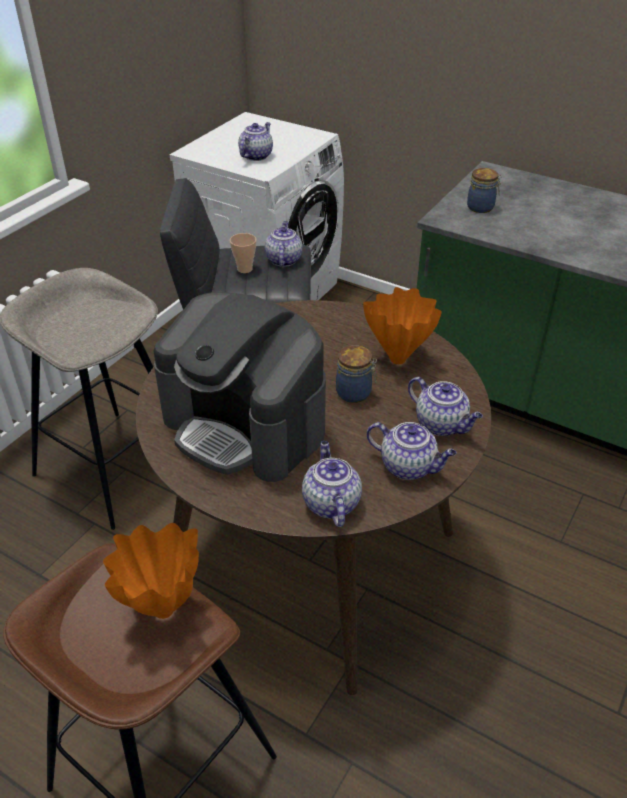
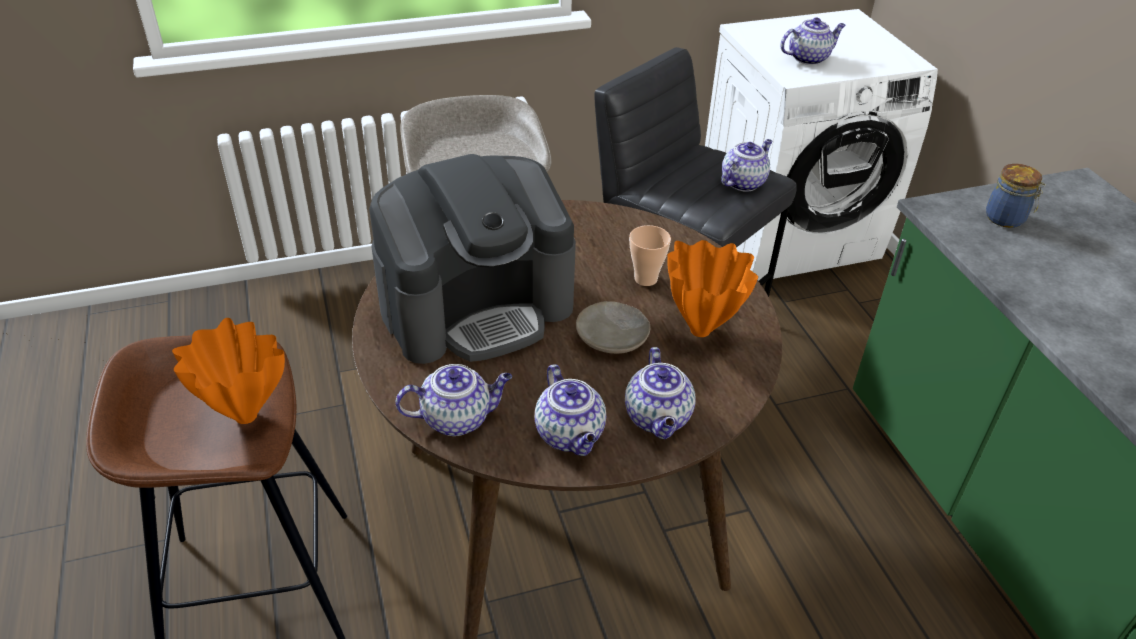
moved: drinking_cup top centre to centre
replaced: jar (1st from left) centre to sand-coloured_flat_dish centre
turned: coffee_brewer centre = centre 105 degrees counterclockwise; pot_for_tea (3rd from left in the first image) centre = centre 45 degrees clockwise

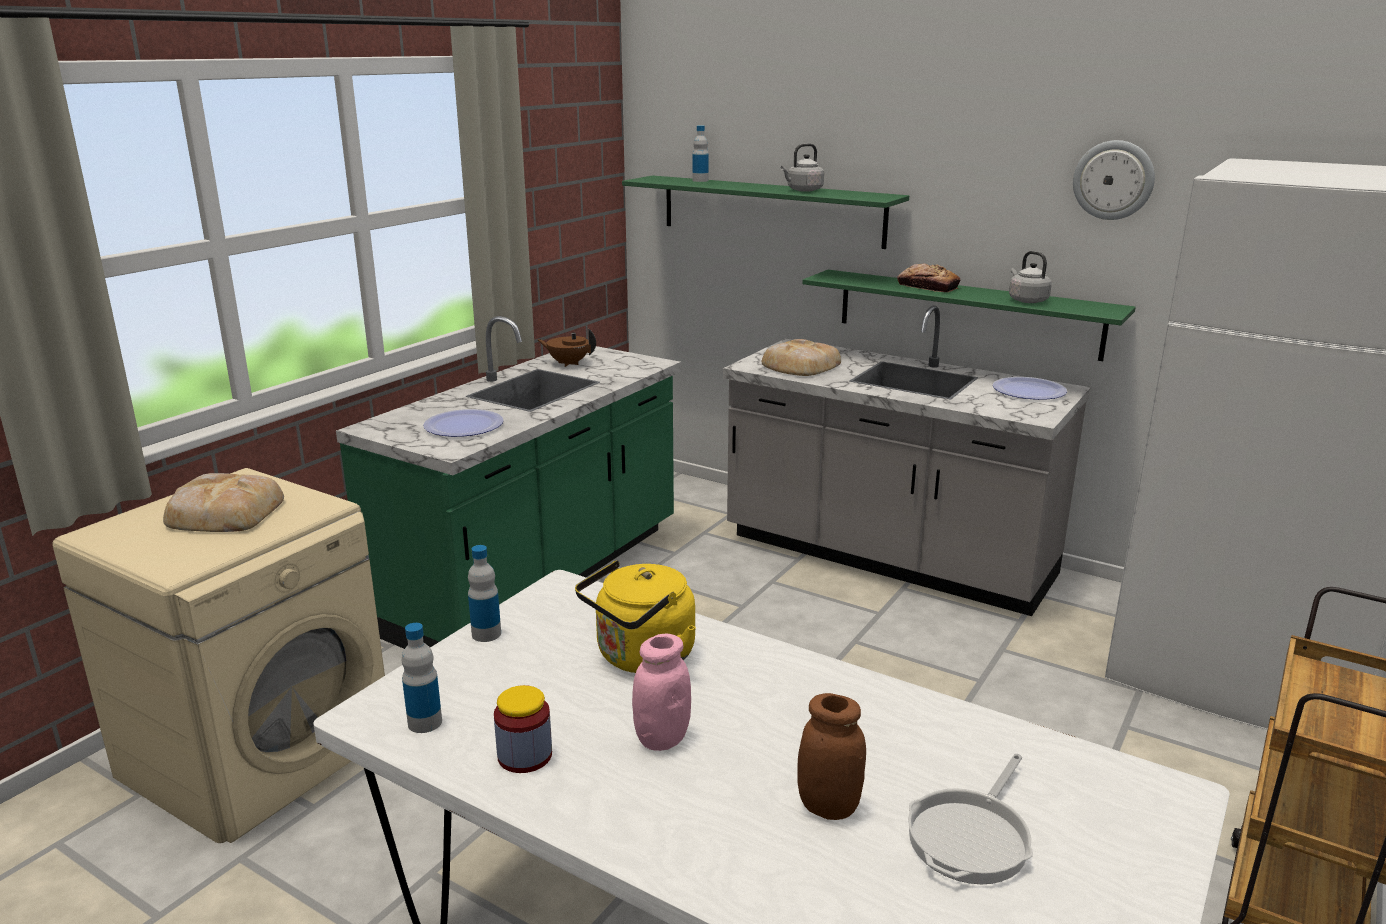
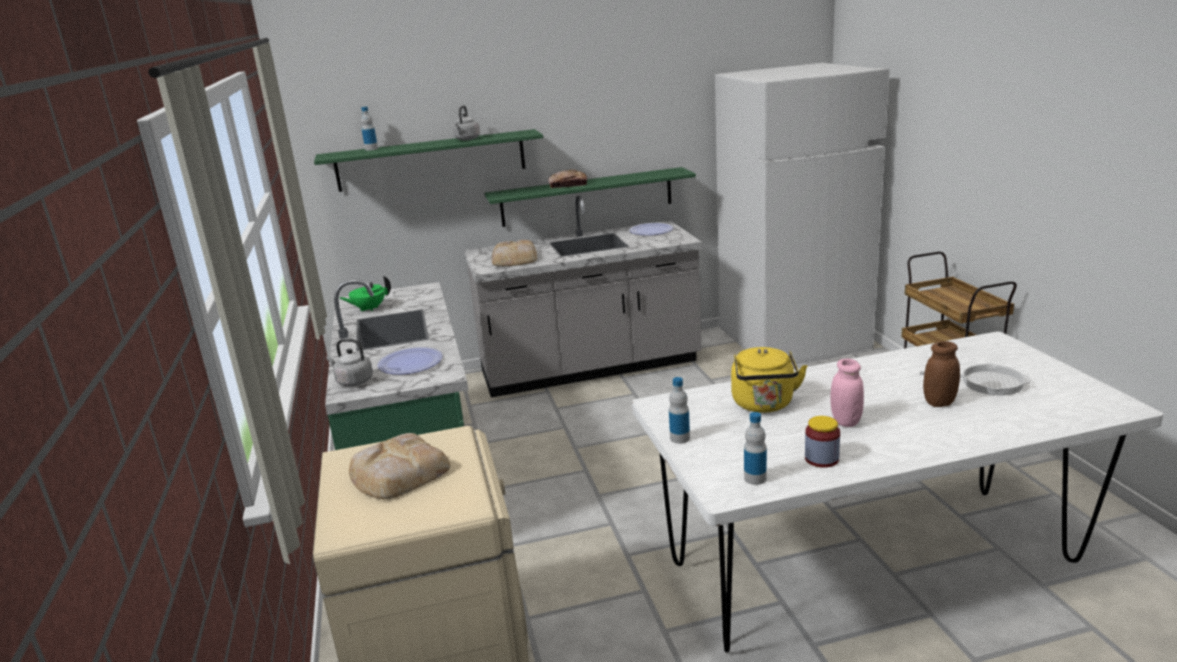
removed: hanging_clock top right
moved: greyish_tea_kettle (2nd from left in the first image) top right to greyish_tea_kettle (1st from left) middle left
recoloured: brown_pot_for_tea centre to greenish_pot_for_tea middle left
turned: pan bottom right = middle right 60 degrees counterclockwise

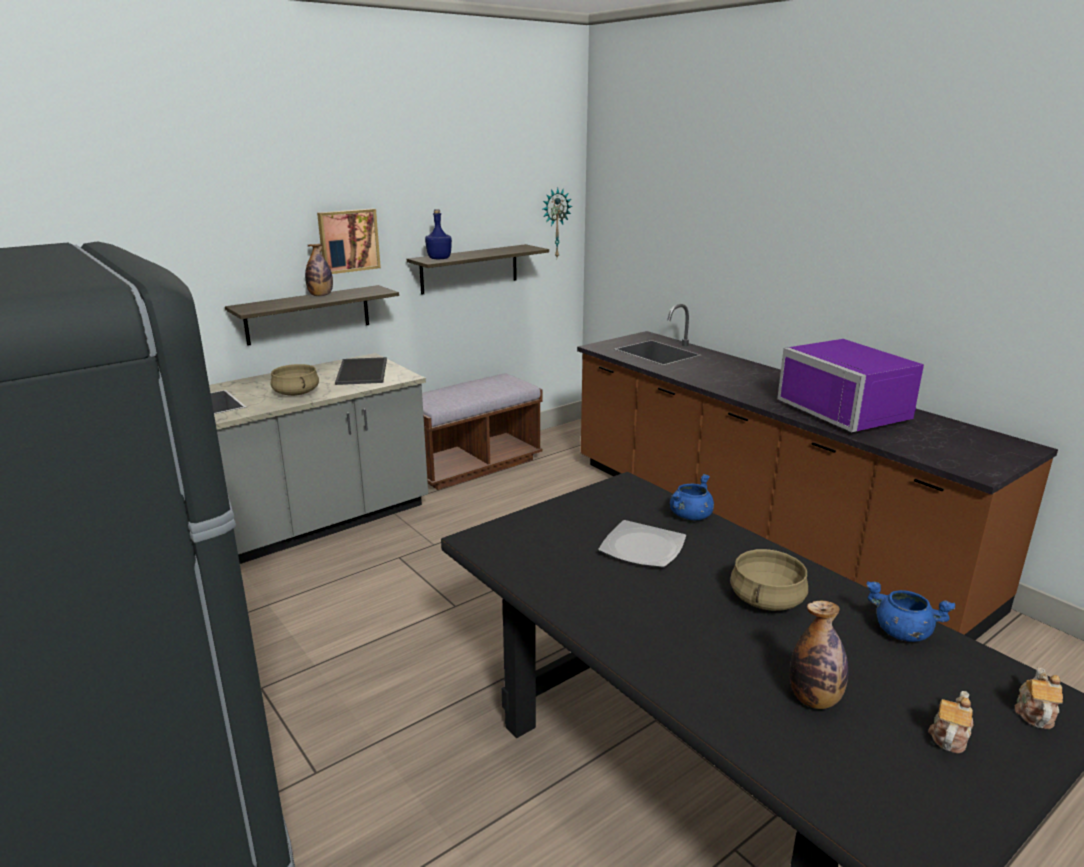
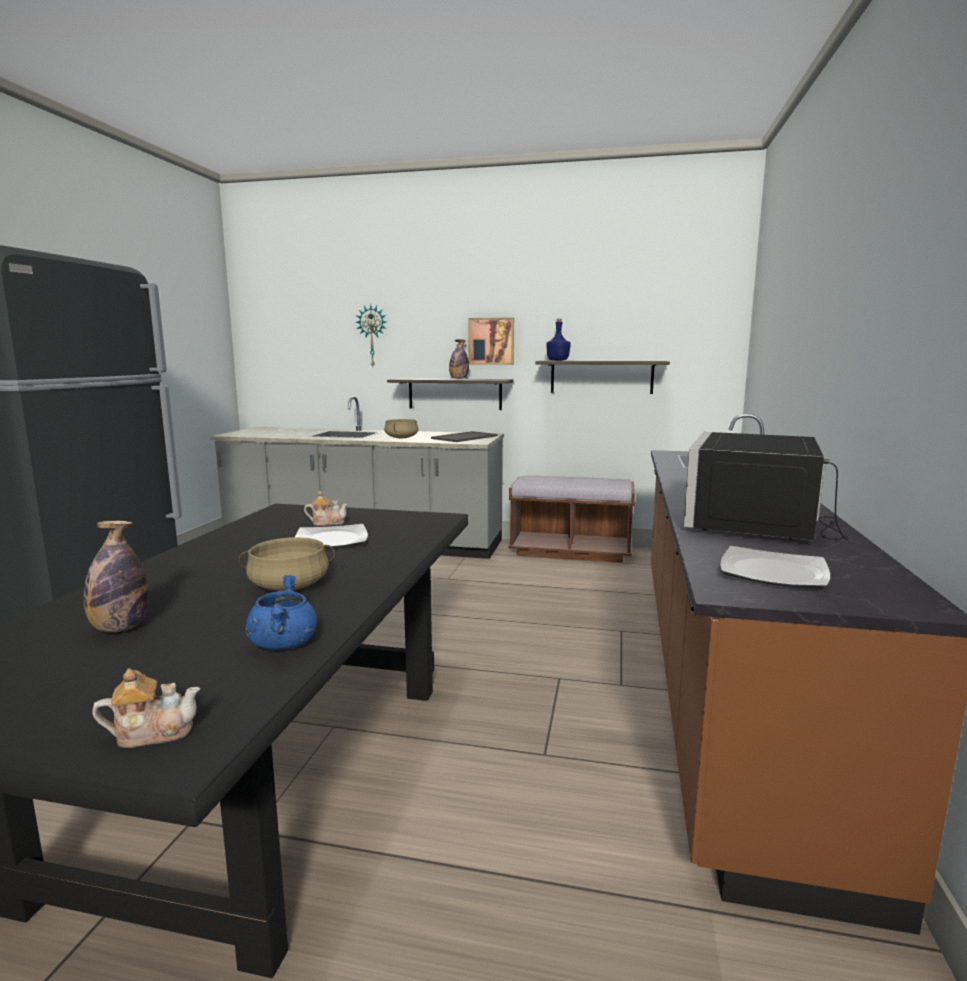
removed: blue-coloured_stockpot (1st from left) centre
added: flat_dish (2nd from left) middle right
moved: hanging_clock top centre to centre; pot_for_tea (1st from left in the first image) bottom right to pot_for_tea (2nd from left) centre
recoloured: purplish_microwave_oven middle right to black_microwave_oven middle right

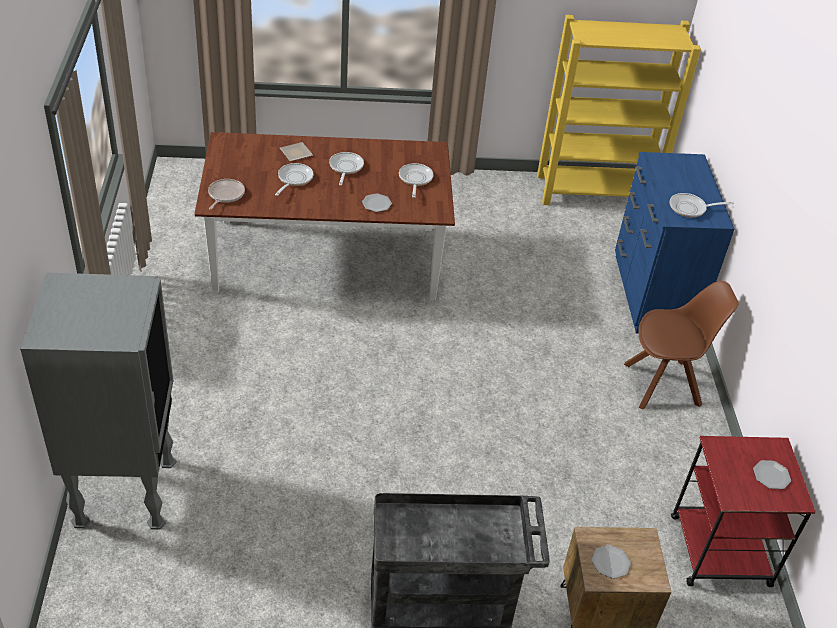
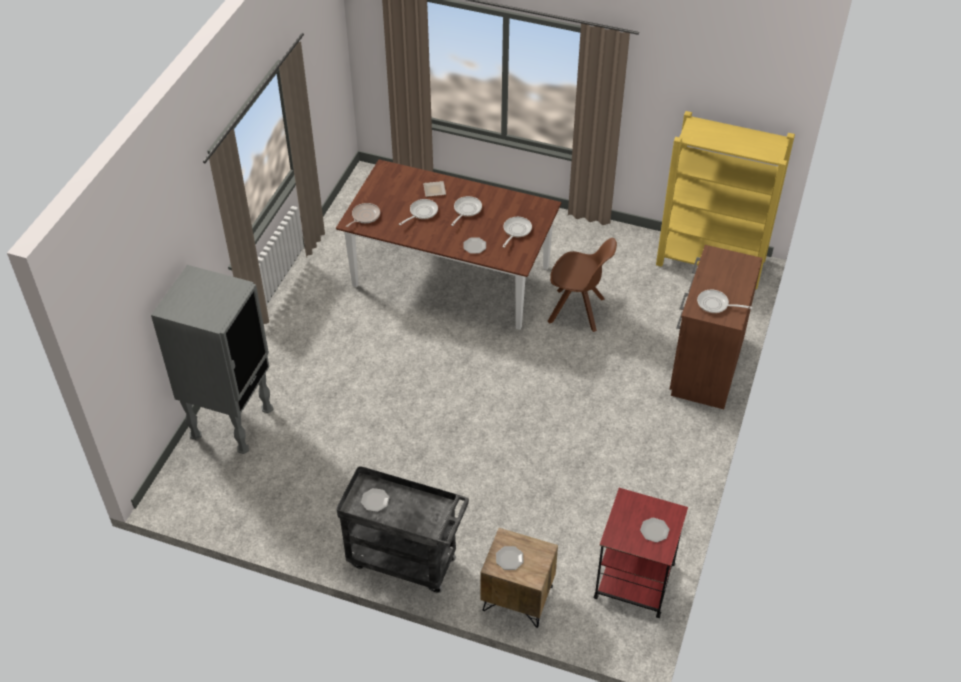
added: flat_dish (1st from left) bottom centre
moved: brown_upright_chair middle right to centre
recoloured: blue-coloured_dresser middle right to brown_dresser middle right

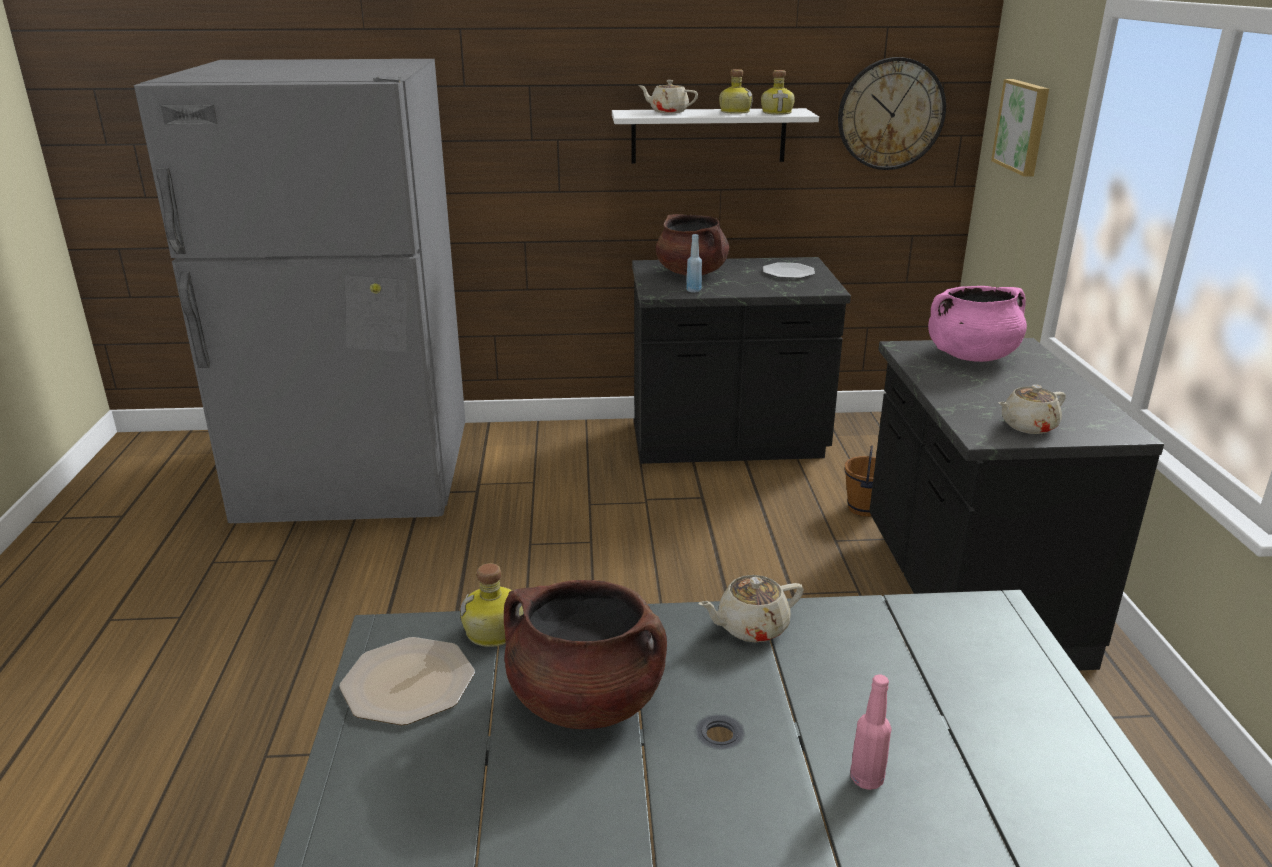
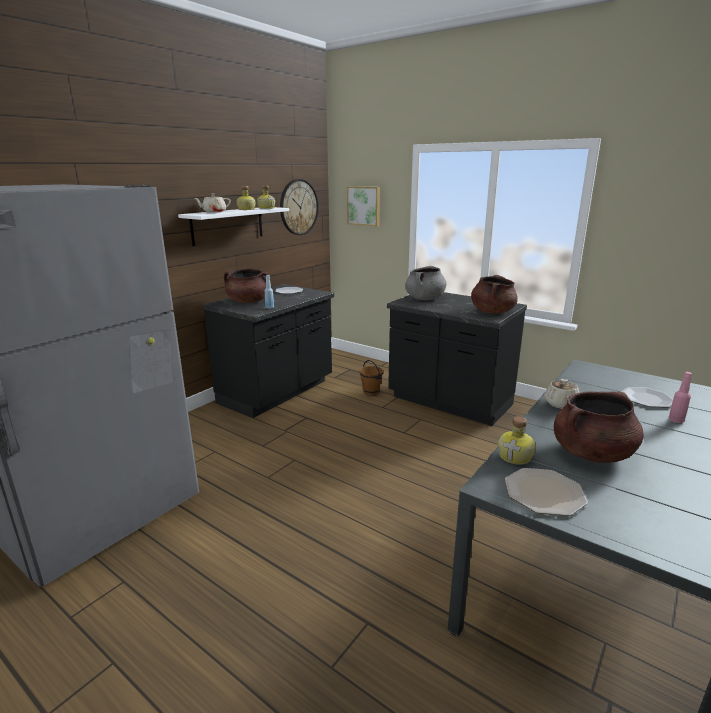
added: flat_dish (3rd from left) middle right
replaced: sand-coloured_pot_for_tea (3rd from left) middle right to brown_stockpot (2nd from left) middle right
recoloured: pink-coloured_stockpot middle right to greyish_stockpot centre

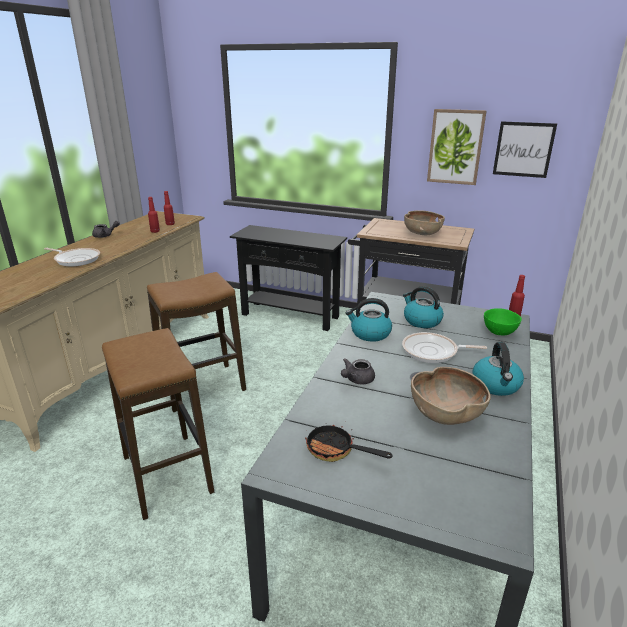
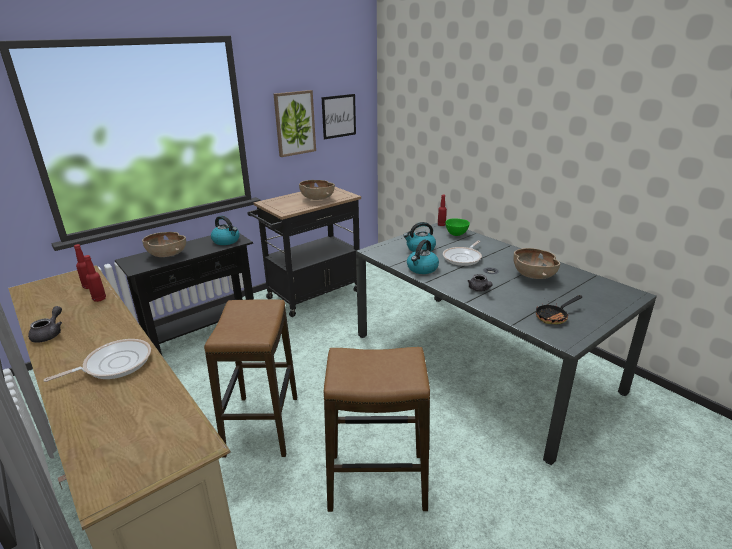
added: brown_deep_dish (1st from left) middle left
moved: tea_kettle (3rd from left in the first image) middle right to tea_kettle (1st from left) middle left

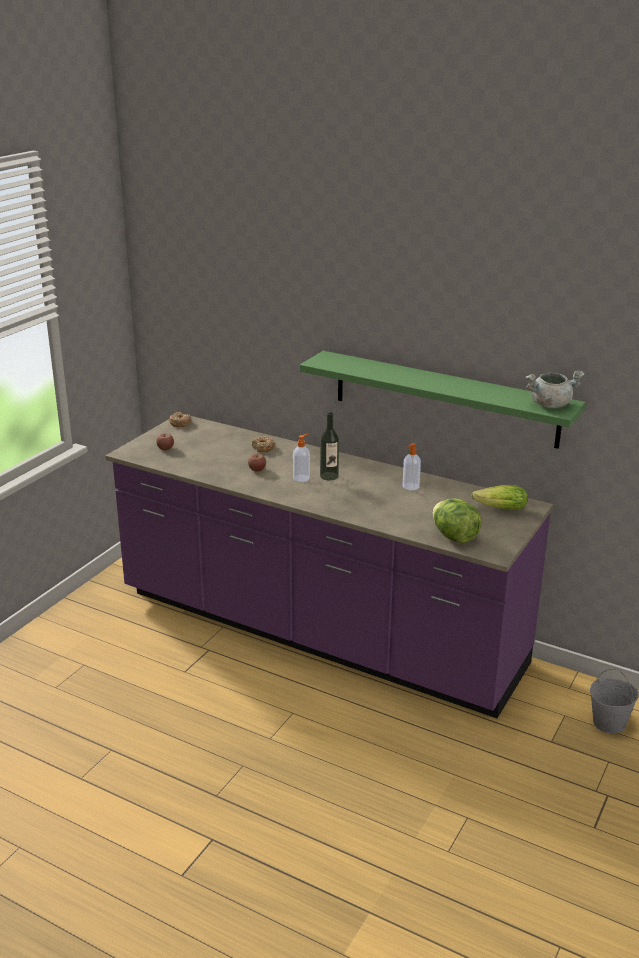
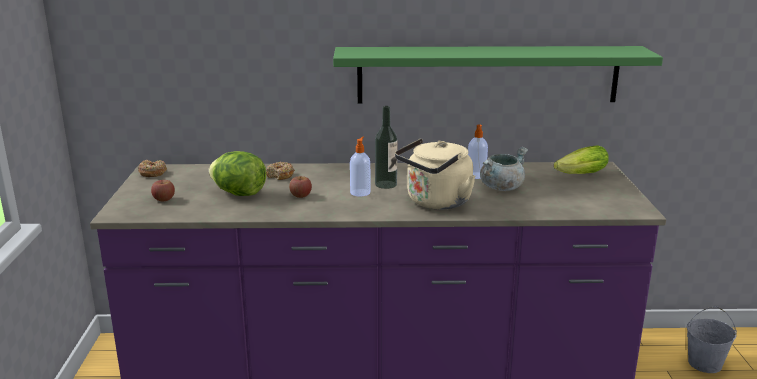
added: sand-coloured_tea_kettle centre
moved: greyish_stockpot middle right to centre; head_of_lettuce (1st from left) middle right to middle left

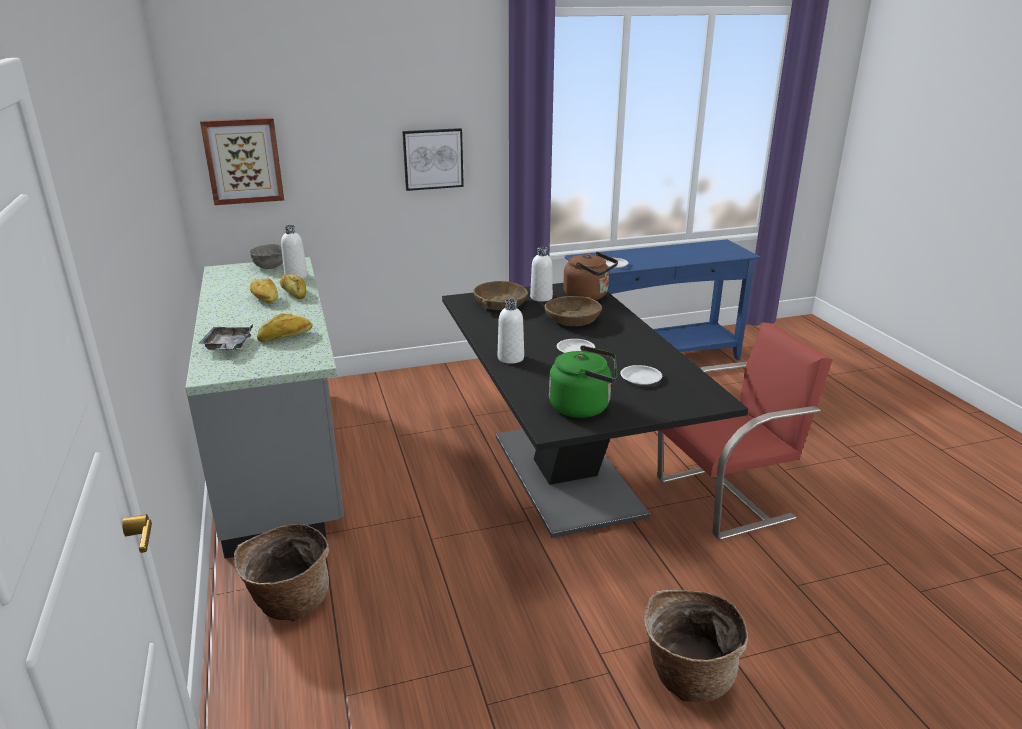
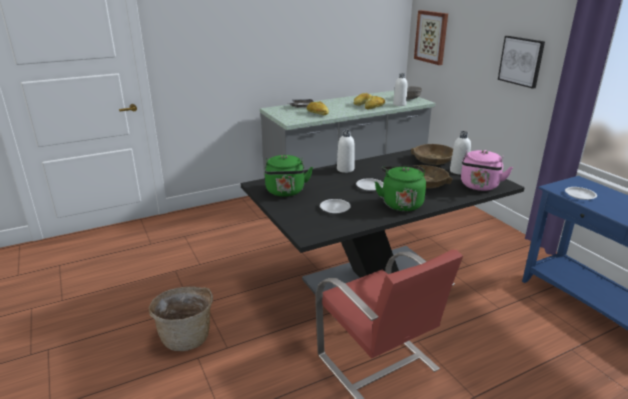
removed: household_basket (1st from left) bottom left
added: greenish_tea_kettle (2nd from left) centre
recoloured: brown_tea_kettle centre to pink-coloured_tea_kettle middle right

